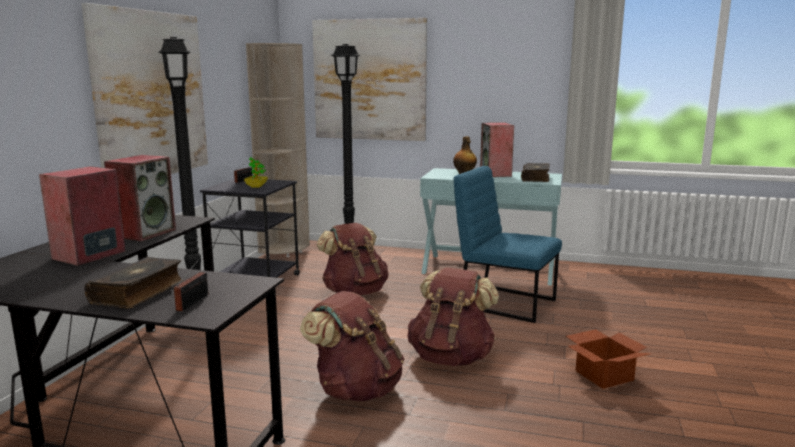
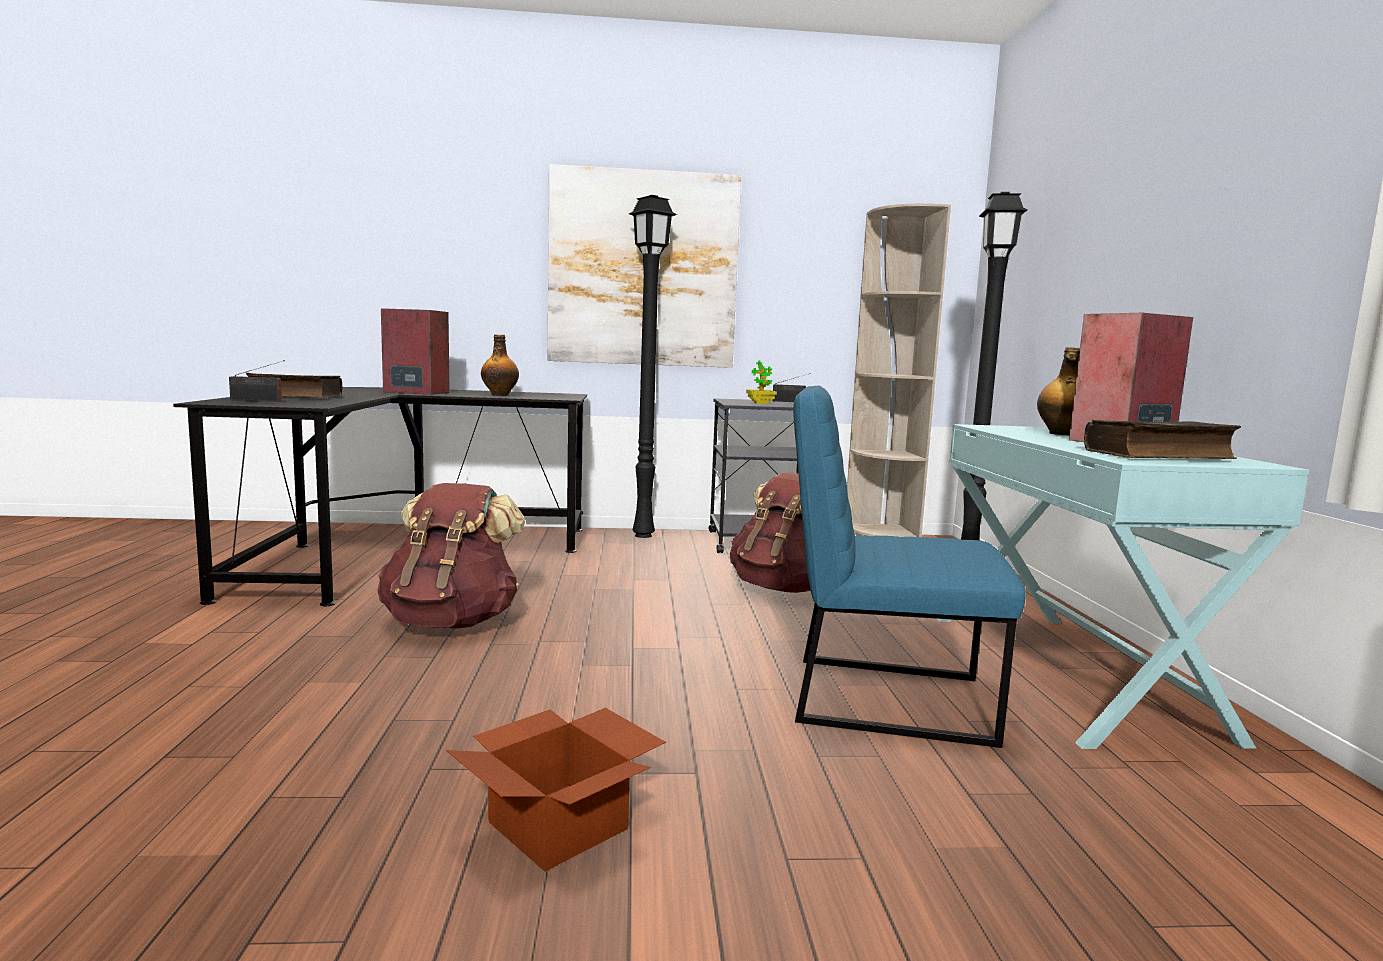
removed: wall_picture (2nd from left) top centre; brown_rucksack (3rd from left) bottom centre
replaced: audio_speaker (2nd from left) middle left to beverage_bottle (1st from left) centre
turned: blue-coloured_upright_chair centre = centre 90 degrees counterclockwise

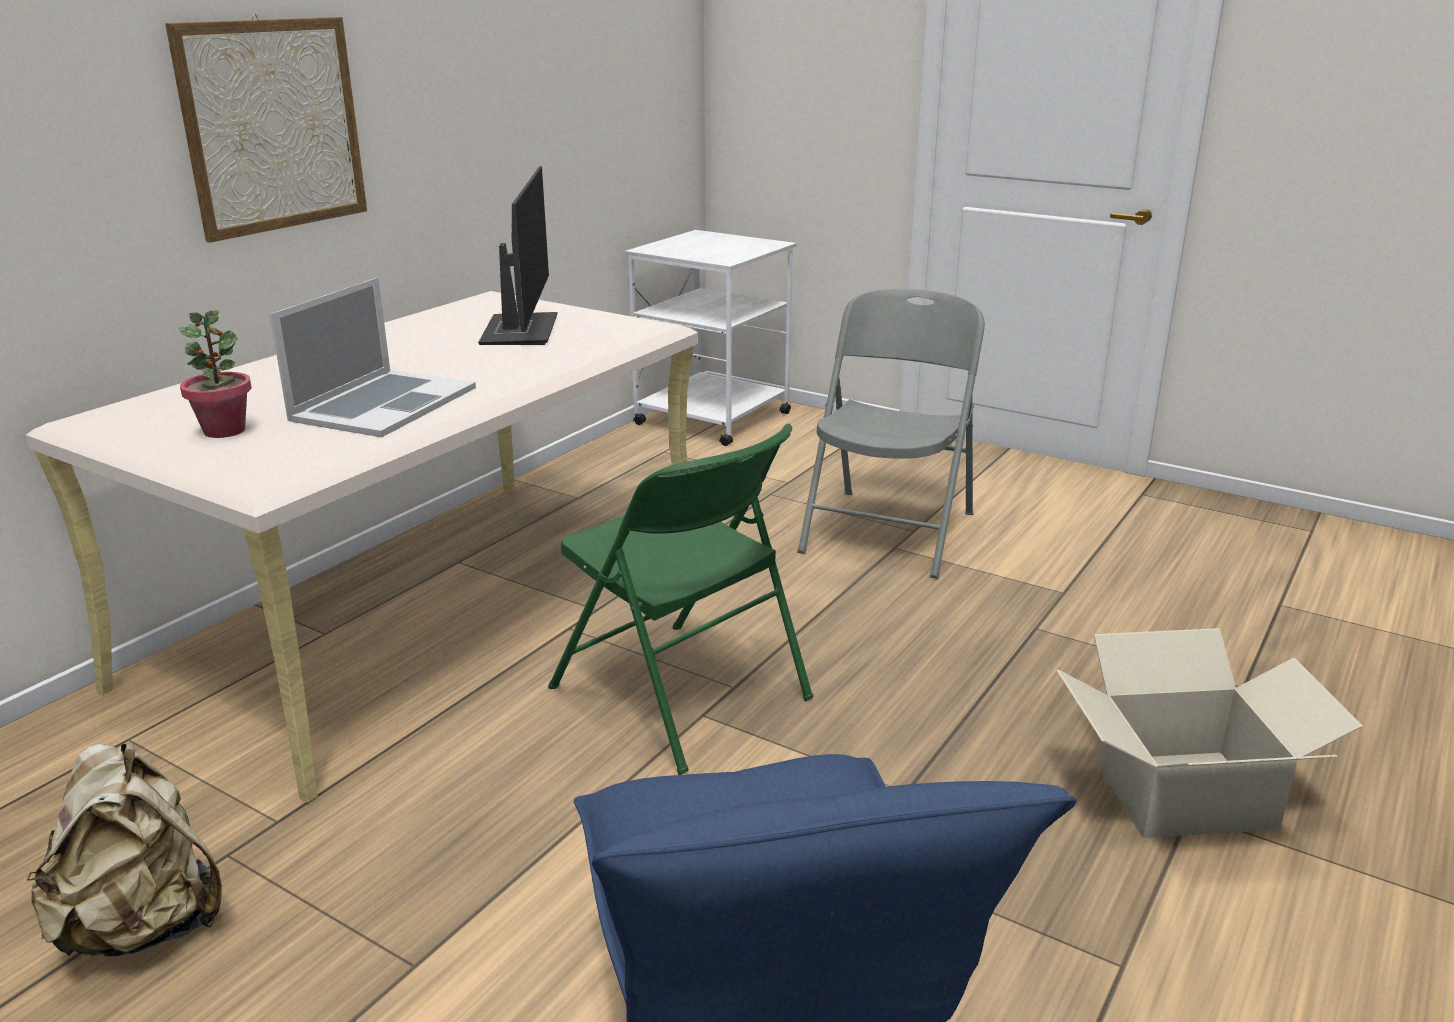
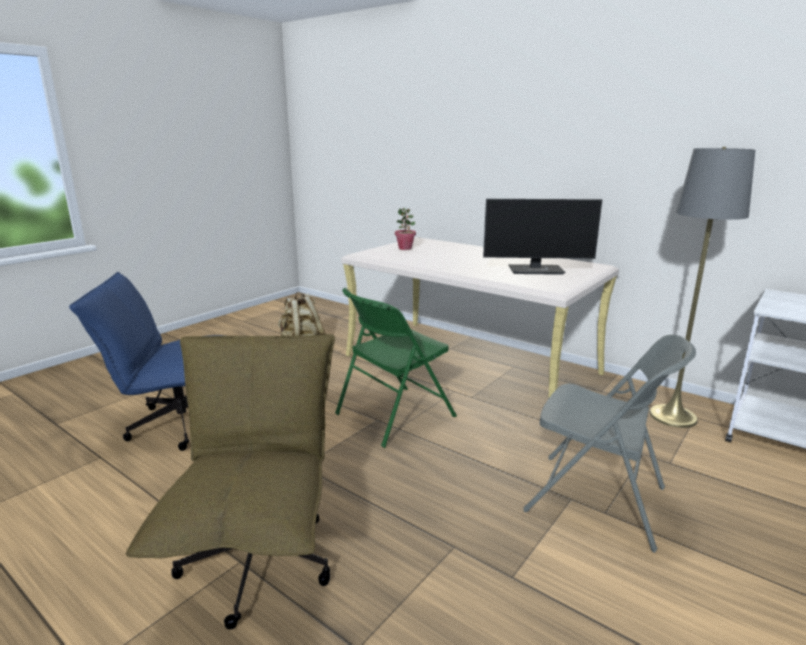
removed: wall_picture top left; laptop middle left
added: greyish_standing_lamp middle right
replaced: packing_box bottom right to sand-coloured_office_chair bottom left

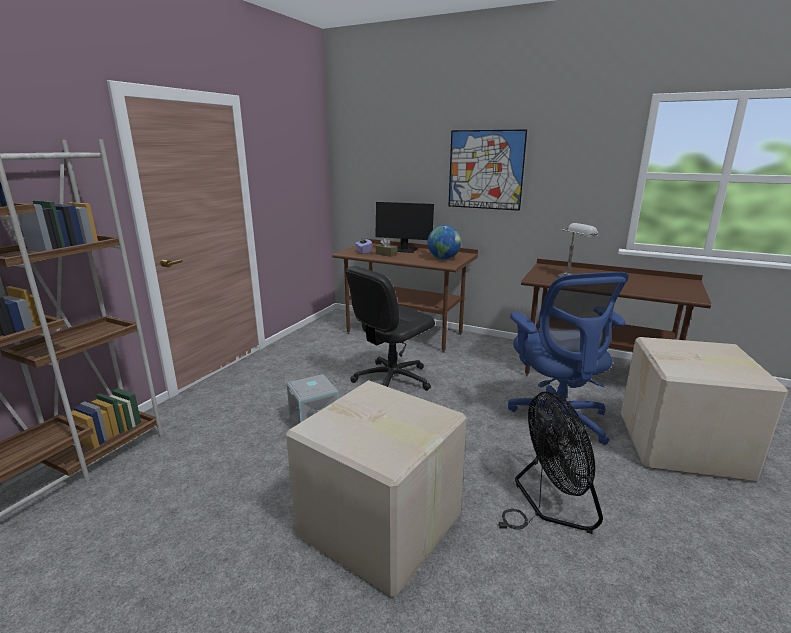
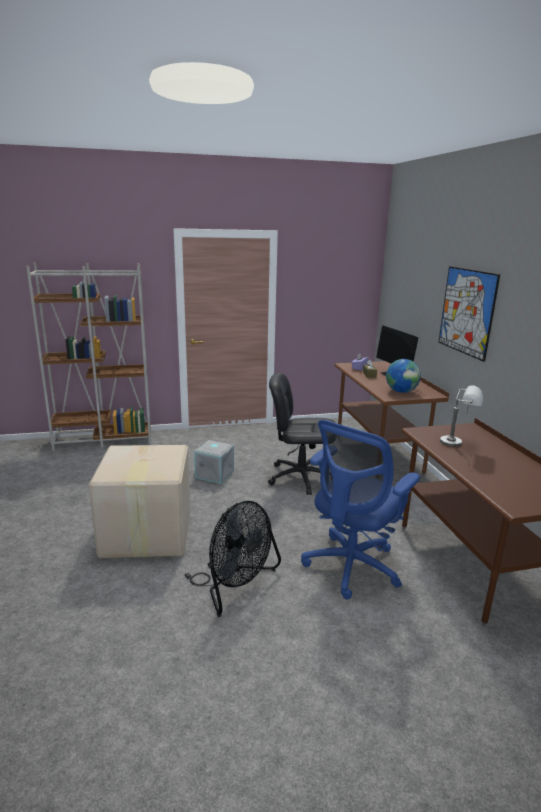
removed: packing_box (2nd from left) middle right

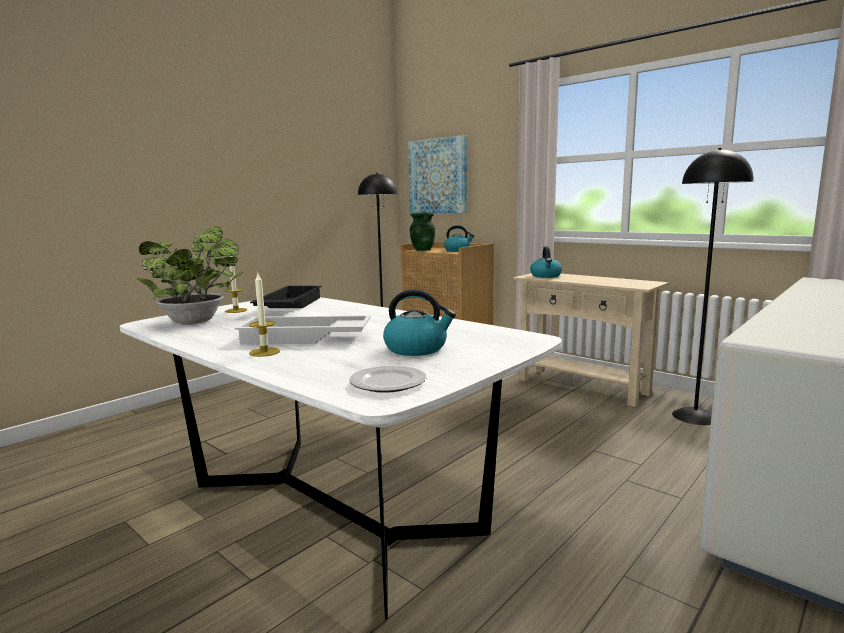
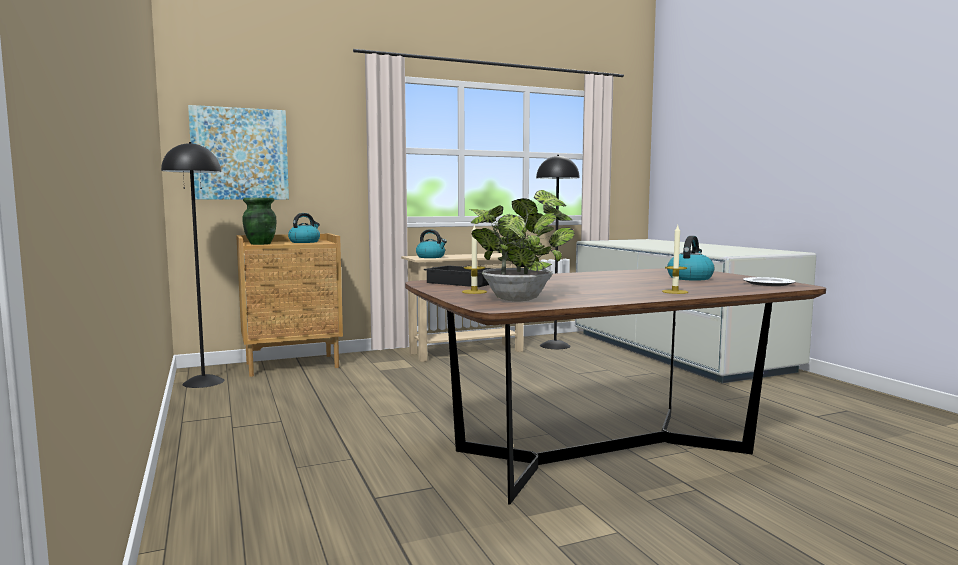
removed: whitish_serving_tray centre
recoloured: whitish_kitchen_table bottom centre to brown_kitchen_table bottom centre

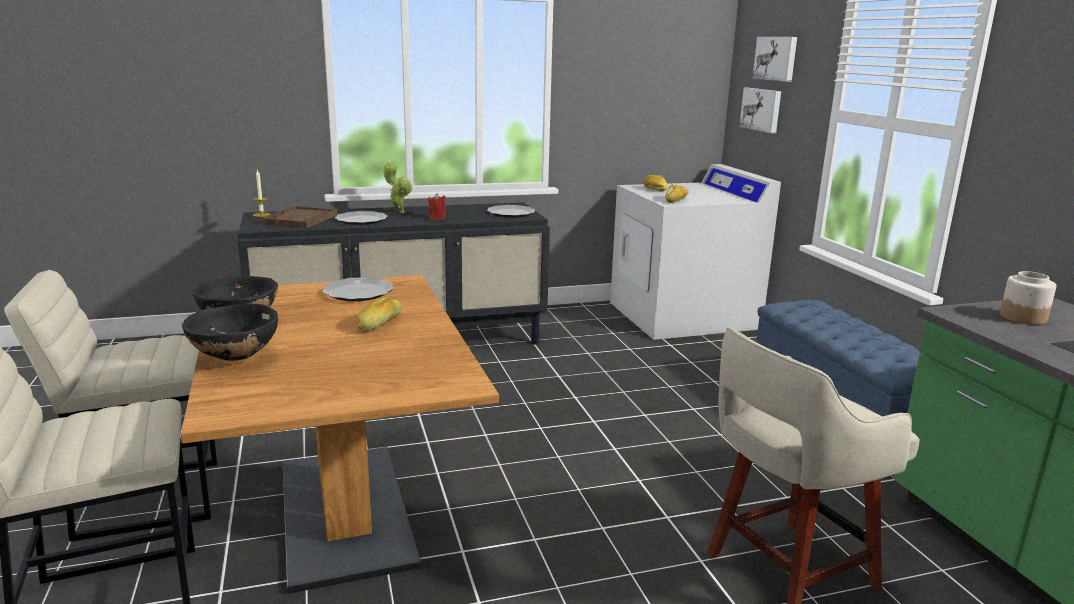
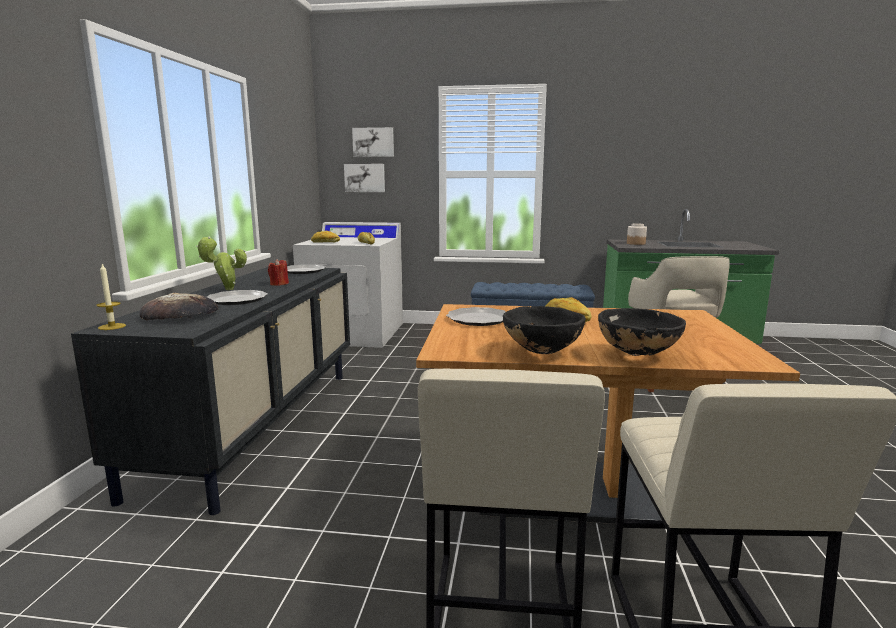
replaced: brown_serving_tray middle left to bakery_bread (1st from left) middle left

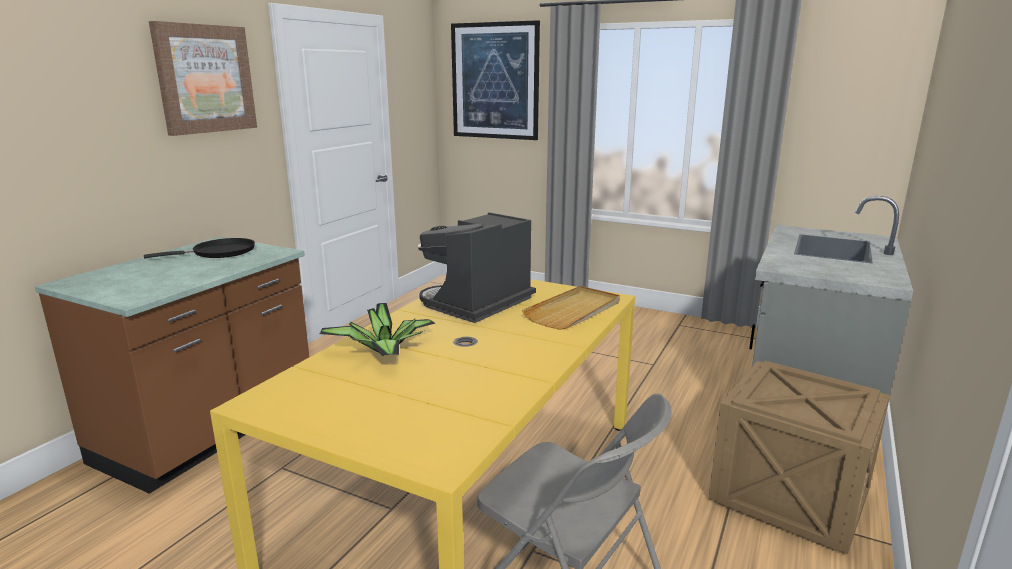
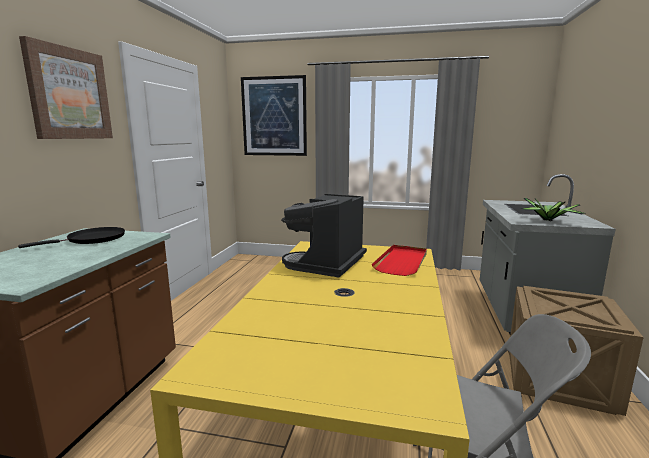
moved: plant_in_a_pot centre to middle right
recoloured: sand-coloured_serving_tray centre to red-coloured_serving_tray centre

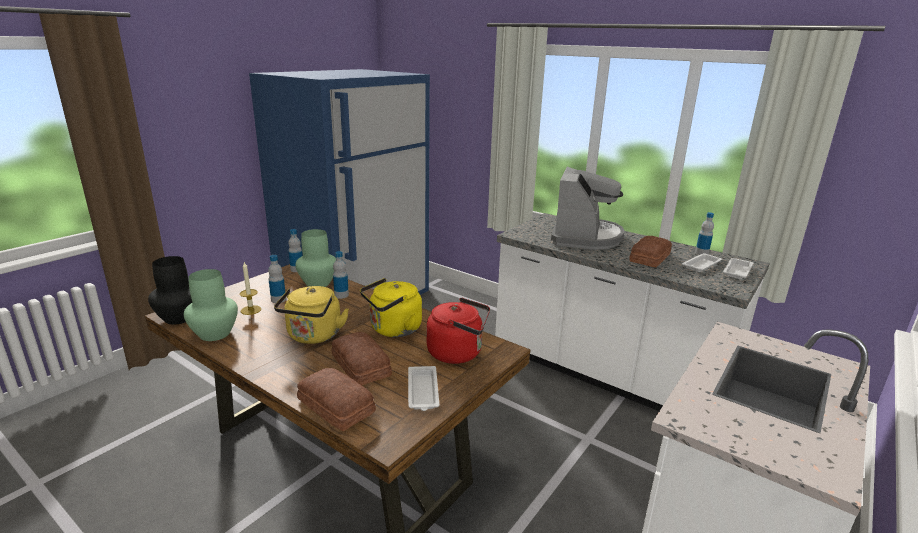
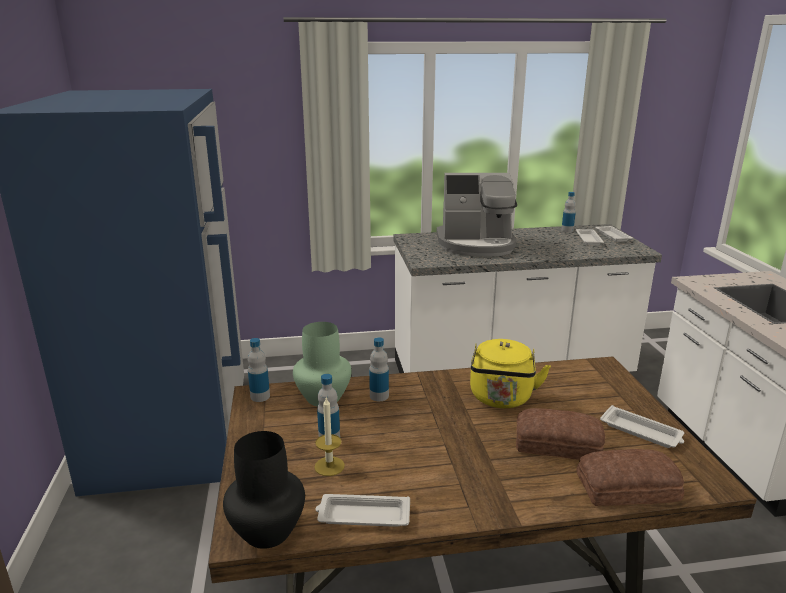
removed: bakery_bread (3rd from left) middle right; yellow_tea_kettle (1st from left) centre; red-coloured_tea_kettle centre
replaced: greenish_vase (1st from left) middle left to whitish_serving_tray (1st from left) bottom centre
turned: coffee_brewer centre = centre 120 degrees clockwise

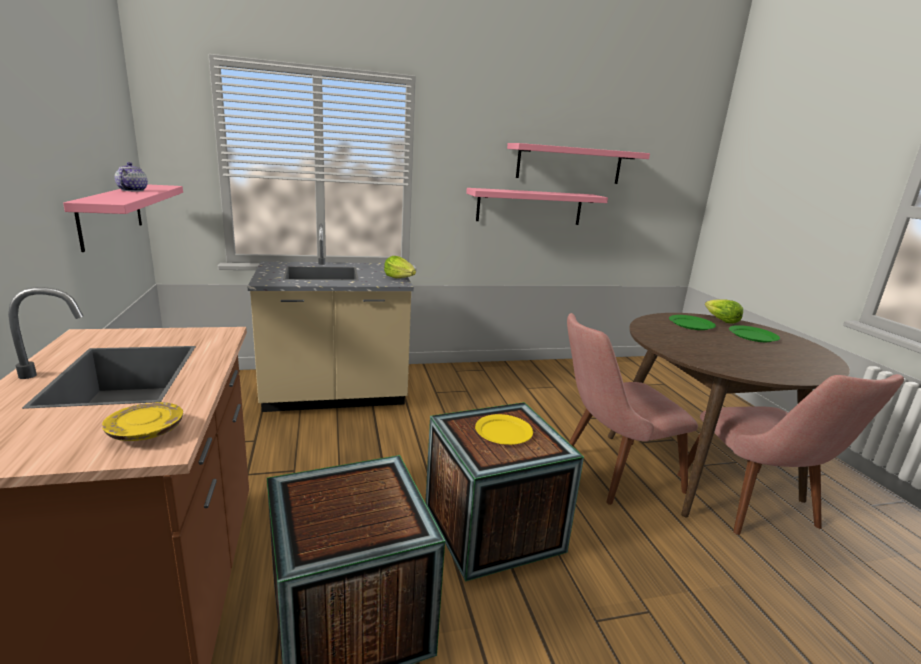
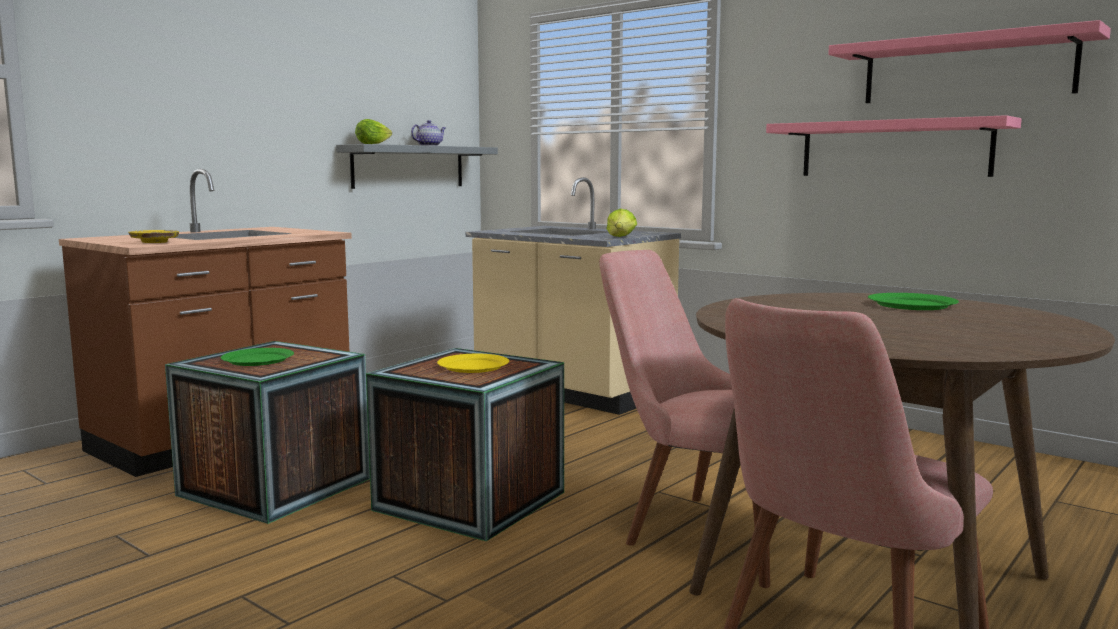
moved: head_of_lettuce (2nd from left in the first image) middle right to head_of_lettuce (1st from left) top centre; greenish_flat_dish (2nd from left in the first image) middle right to greenish_flat_dish (1st from left) middle left
recoloured: pink-coloured_wall_shelf (1st from left) top left to greyish_wall_shelf top centre

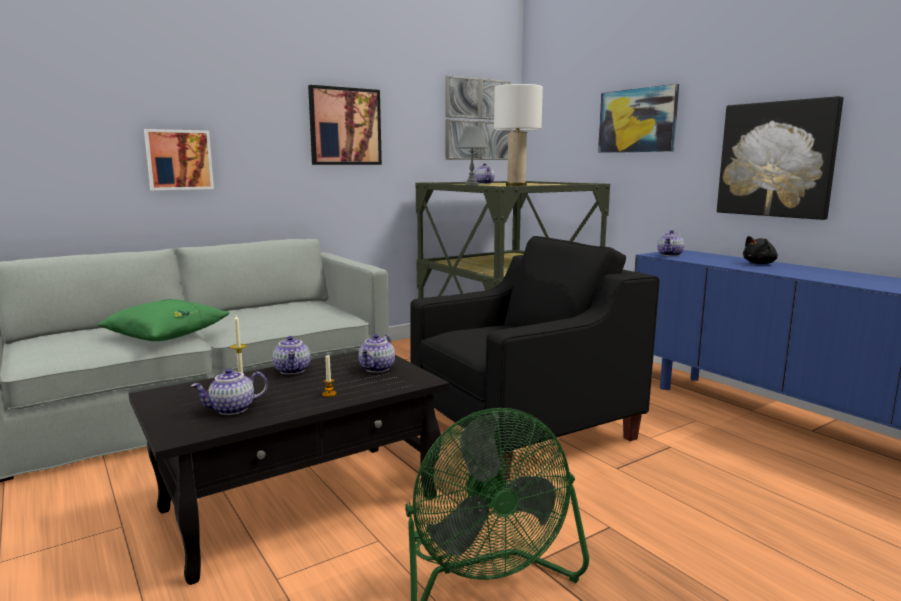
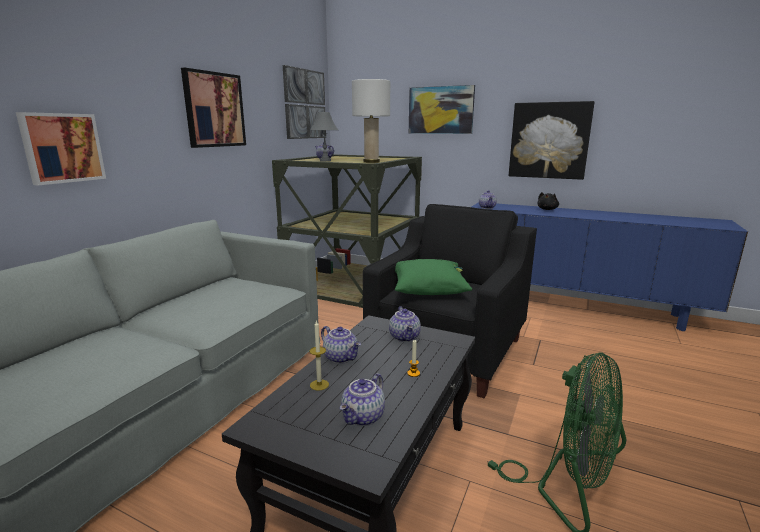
moved: greenish_pillow middle left to centre

